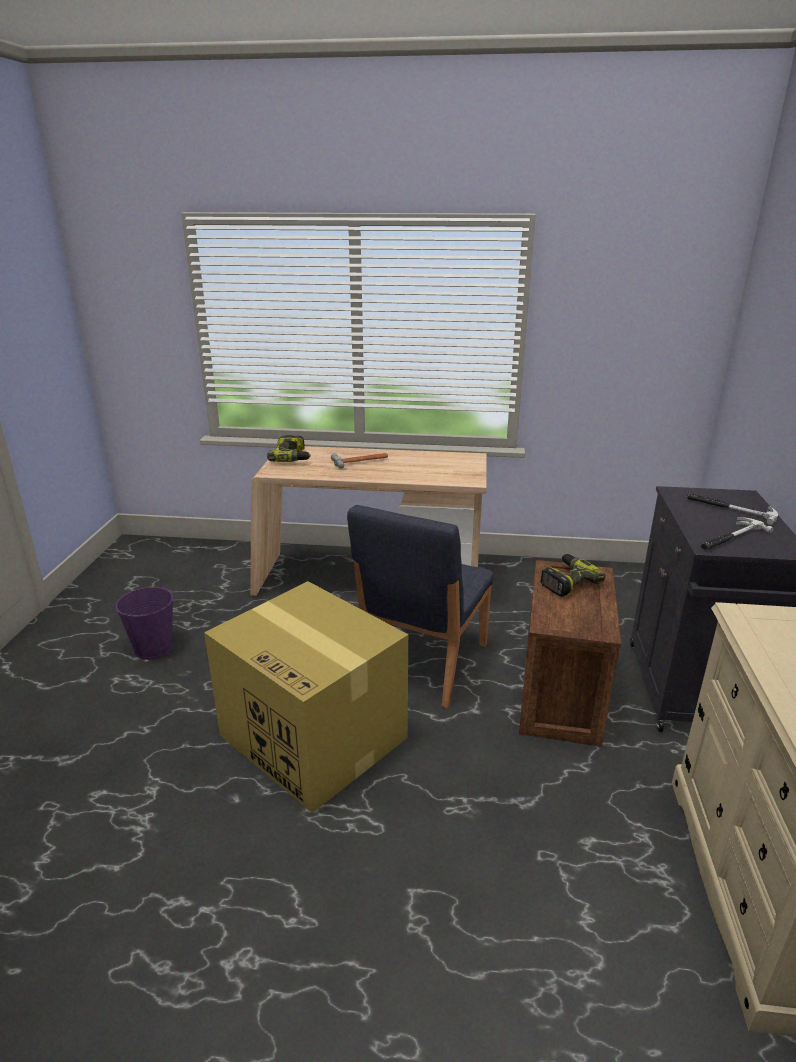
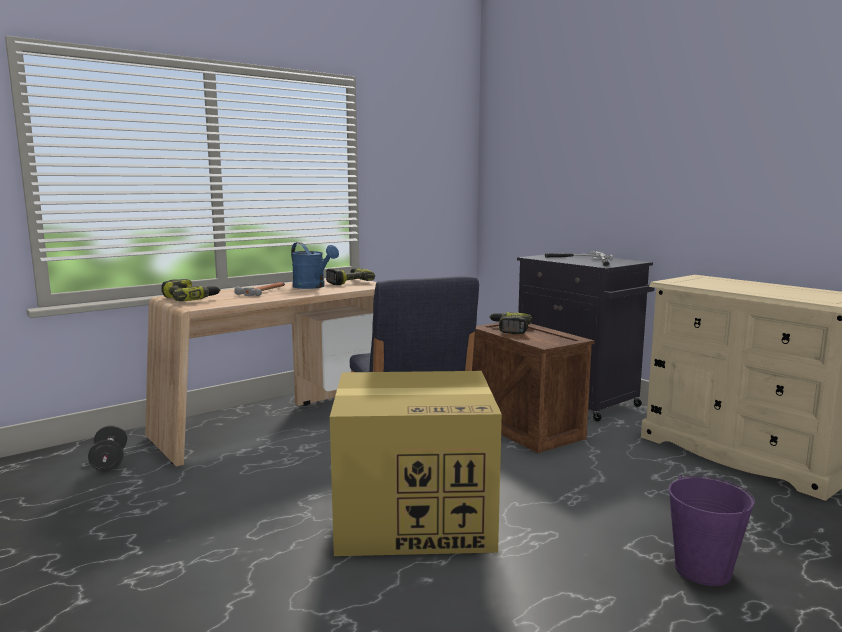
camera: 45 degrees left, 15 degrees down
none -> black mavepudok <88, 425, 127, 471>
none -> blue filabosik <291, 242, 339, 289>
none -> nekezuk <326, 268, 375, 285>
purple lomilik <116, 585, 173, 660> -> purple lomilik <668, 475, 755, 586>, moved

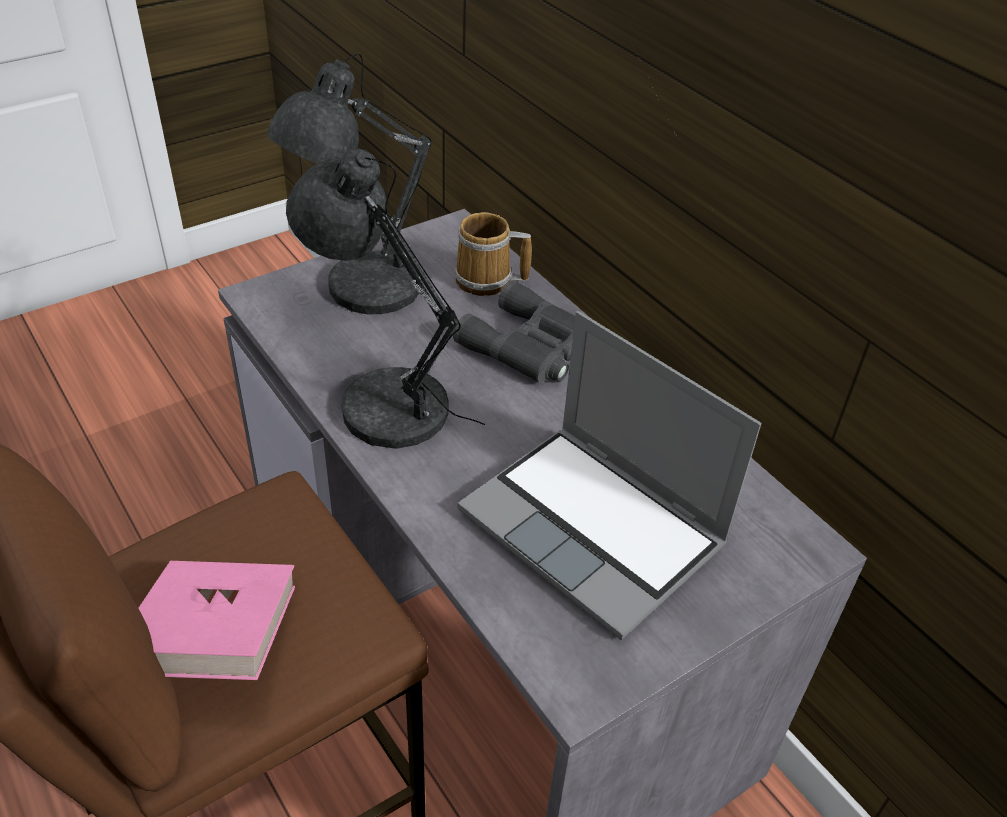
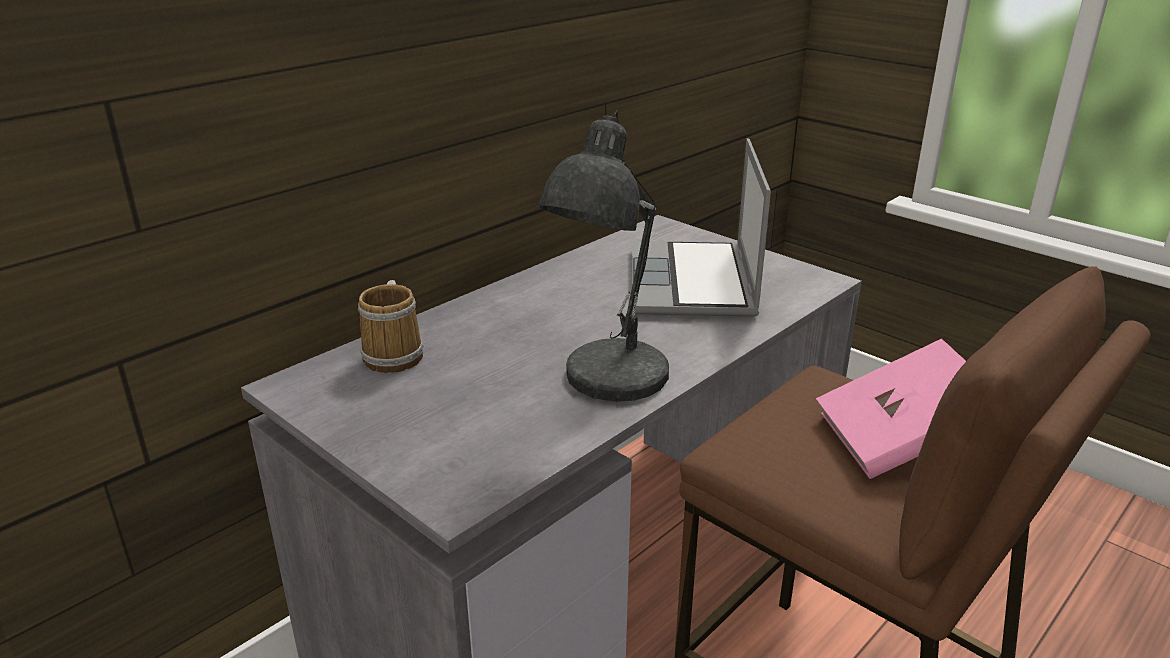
camera: 100 degrees left, 15 degrees down
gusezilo <457, 311, 762, 640> -> gusezilo <632, 138, 771, 317>, 150 degrees clockwise
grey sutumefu <267, 54, 432, 314> -> none
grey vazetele <453, 281, 575, 383> -> none

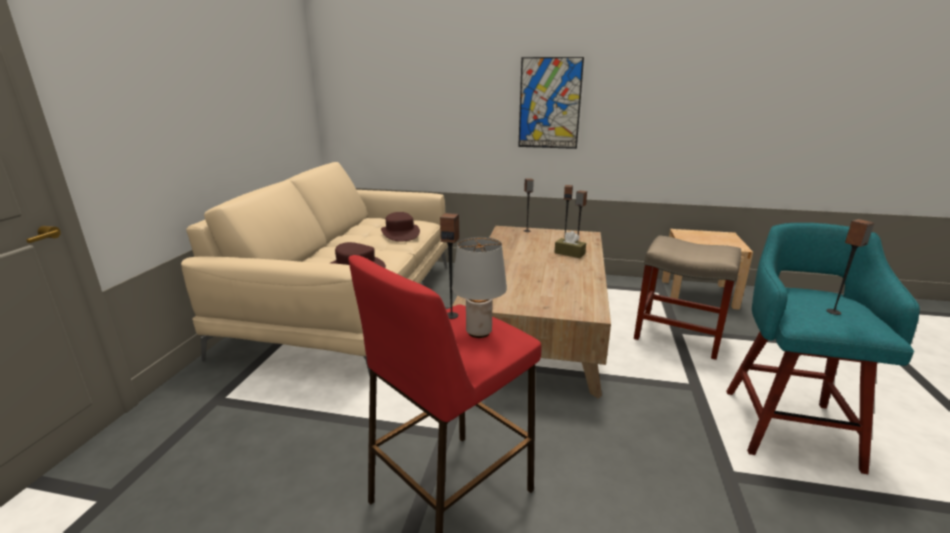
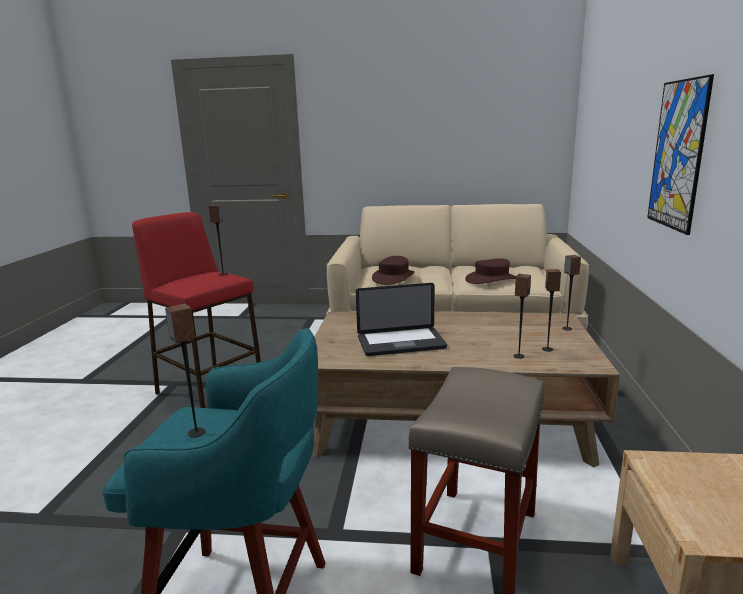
camera: 85 degrees right, 5 degrees down
none -> gusezilo <356, 283, 447, 356>
grey sutumefu <452, 237, 507, 338> -> none
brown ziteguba <554, 231, 586, 258> -> none

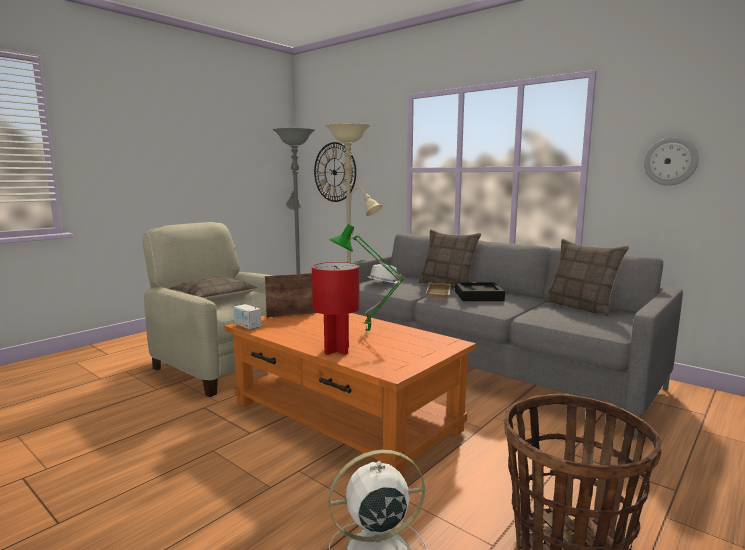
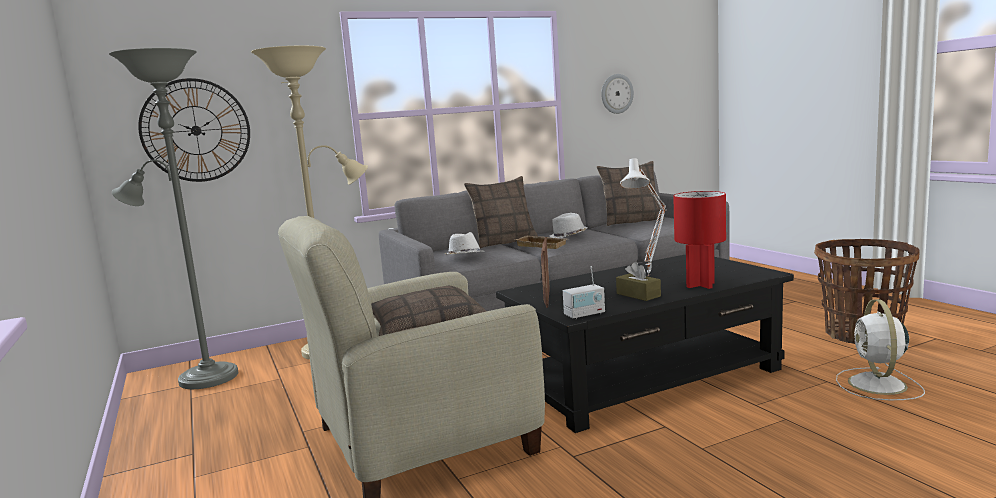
camera: 65 degrees left, 0 degrees up
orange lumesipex <224, 313, 476, 477> -> black lumesipex <496, 254, 794, 433>
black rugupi <455, 282, 505, 301> -> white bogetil <549, 213, 587, 238>
none -> brown ziteguba <616, 262, 661, 301>
green sutumefu <329, 224, 405, 334> -> white sutumefu <620, 158, 667, 276>

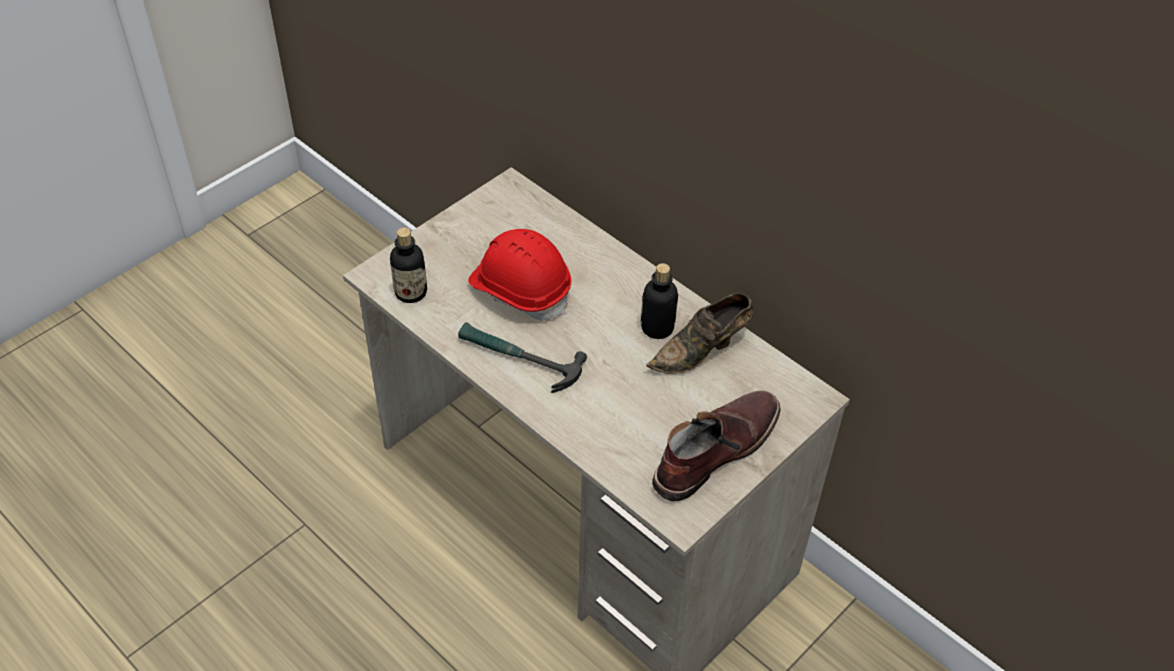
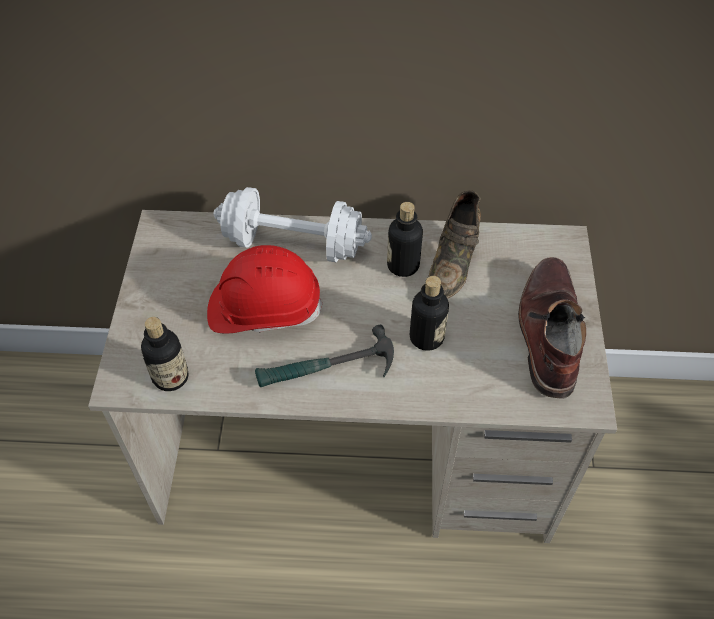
camera: 40 degrees left, 5 degrees up
none -> white mavepudok <213, 187, 372, 262>
none -> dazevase <410, 276, 449, 351>

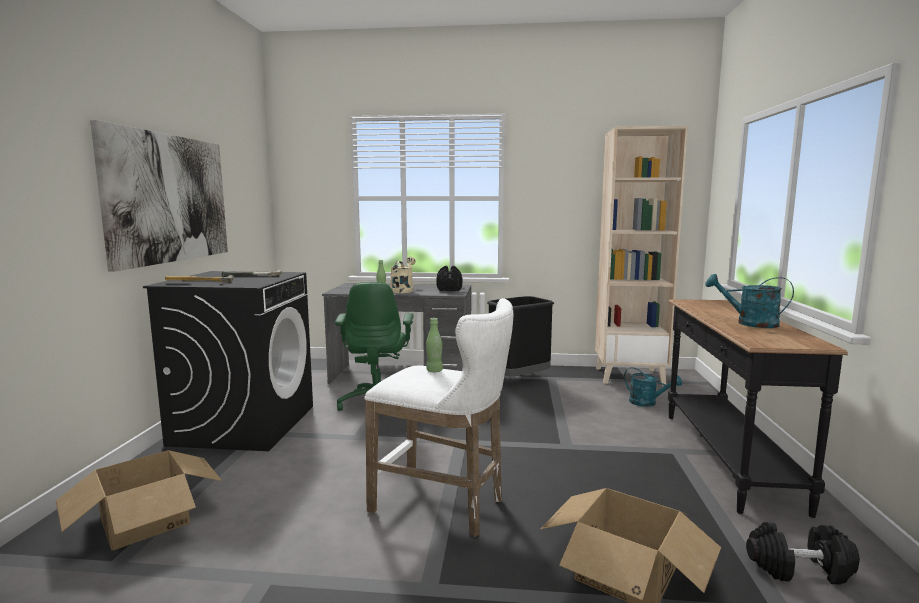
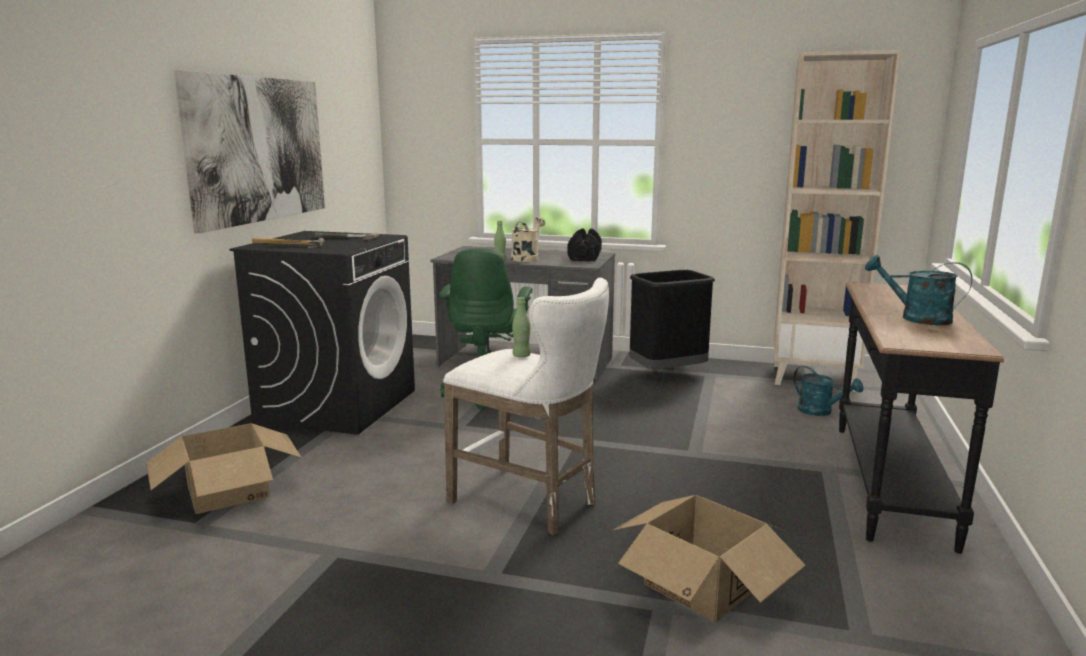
camera: 10 degrees right, 5 degrees up
black mavepudok <746, 522, 860, 585> -> none

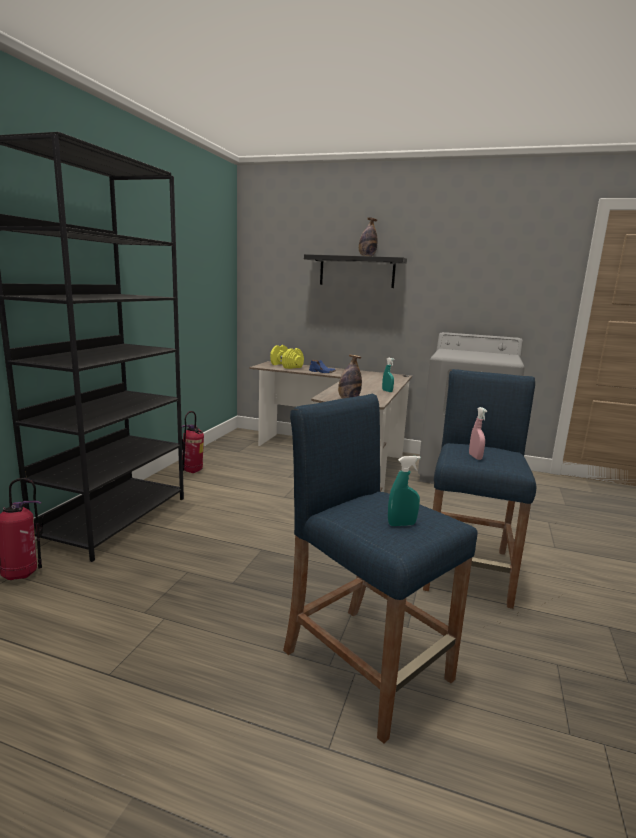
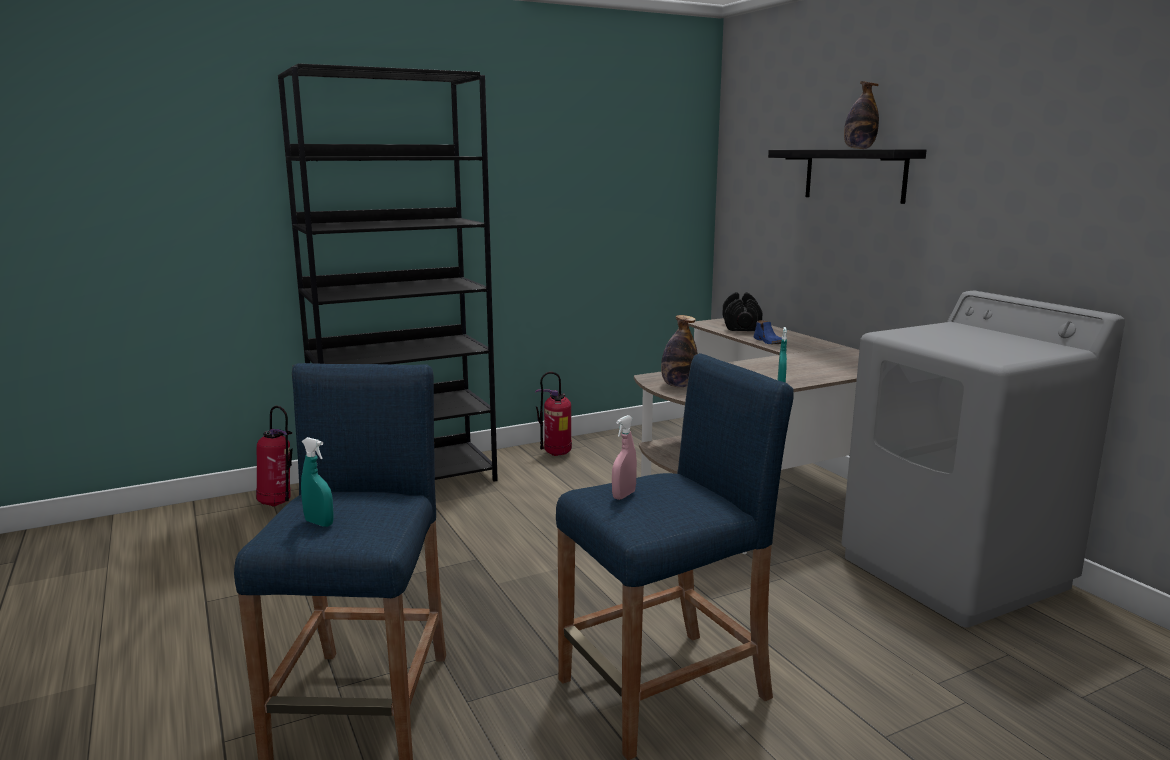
camera: 45 degrees right, 0 degrees up
yellow mavepudok <270, 345, 304, 369> -> black mavepudok <722, 292, 763, 331>

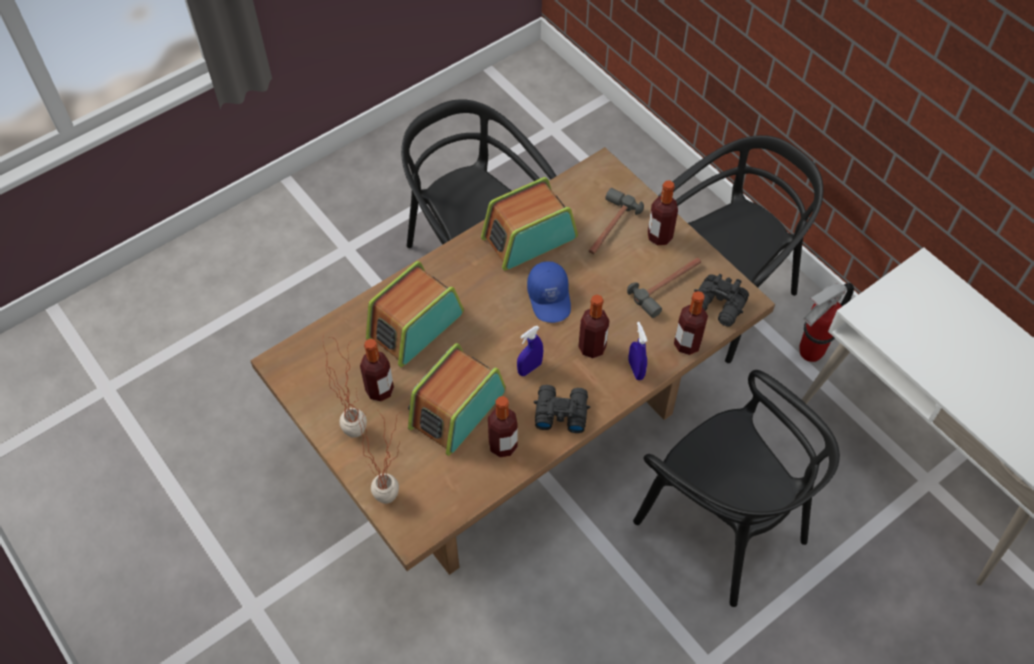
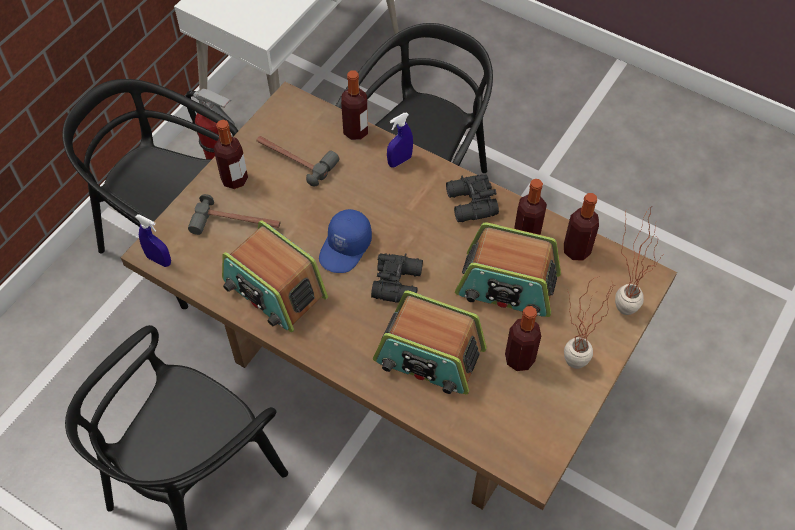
camera: 110 degrees left, 0 degrees up
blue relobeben <517, 326, 543, 376> -> blue relobeben <136, 214, 171, 267>, moved
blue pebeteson <527, 261, 571, 323> -> blue pebeteson <319, 209, 372, 273>, 150 degrees clockwise
black vazetele <690, 274, 749, 327> -> black vazetele <371, 253, 423, 303>, moved
dazevase <578, 295, 610, 358> -> dazevase <564, 193, 599, 261>, moved

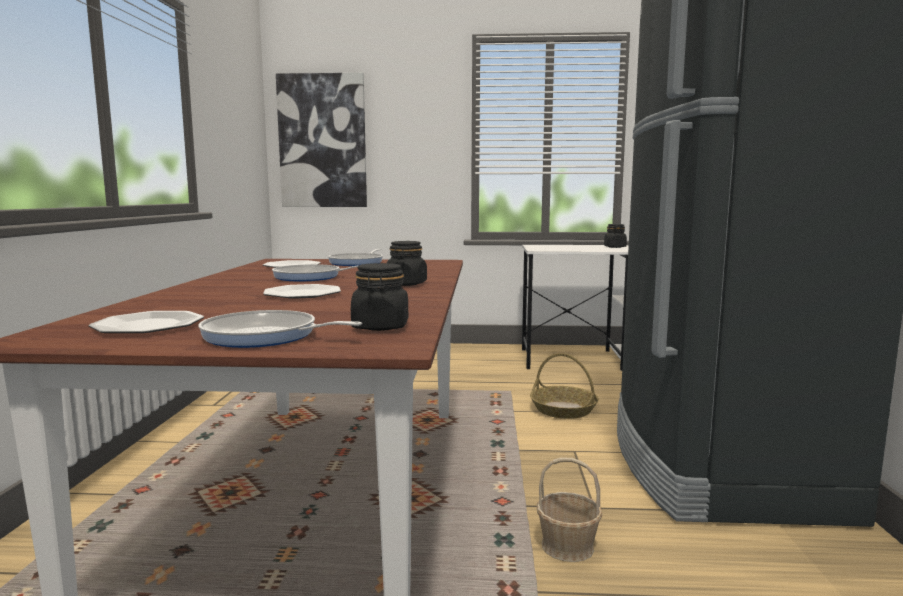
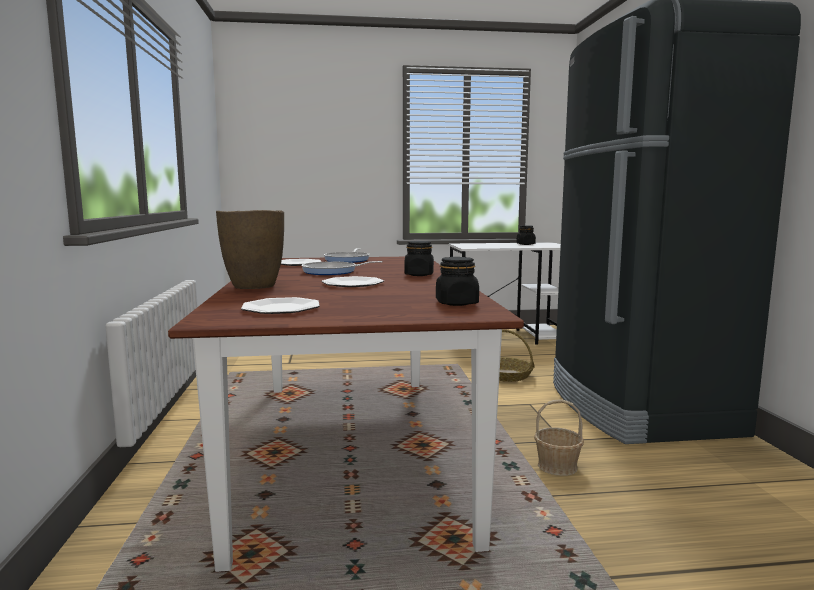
camera: 10 degrees left, 0 degrees up
none -> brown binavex <216, 210, 284, 289>
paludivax <199, 310, 362, 348> -> none
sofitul <276, 73, 367, 207> -> none

